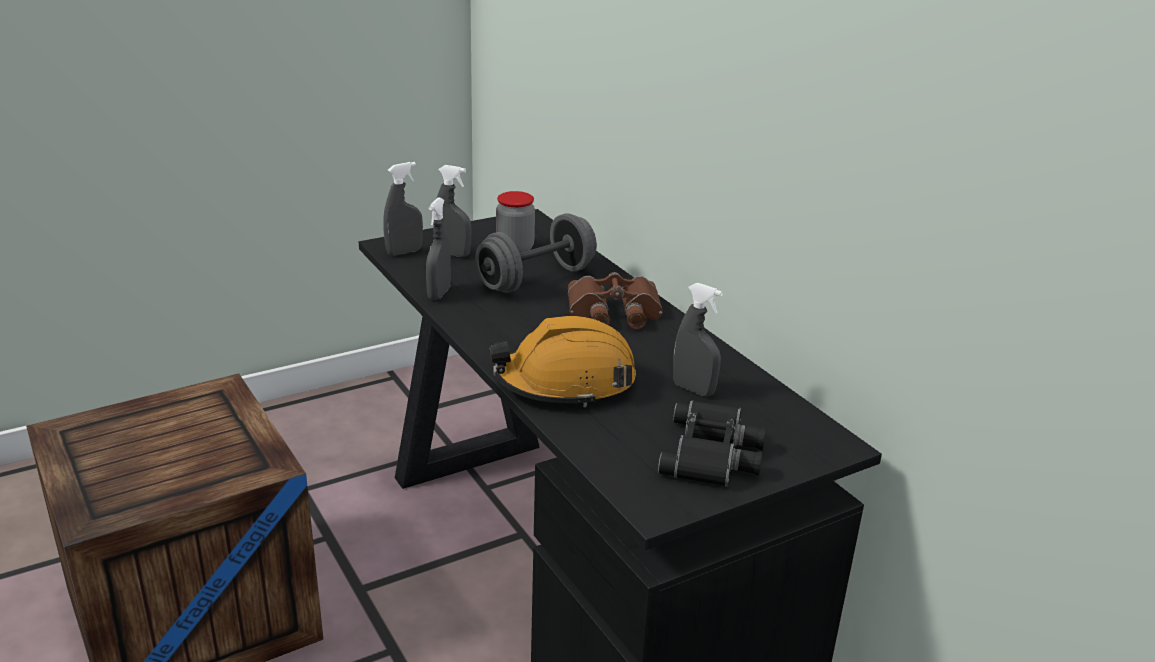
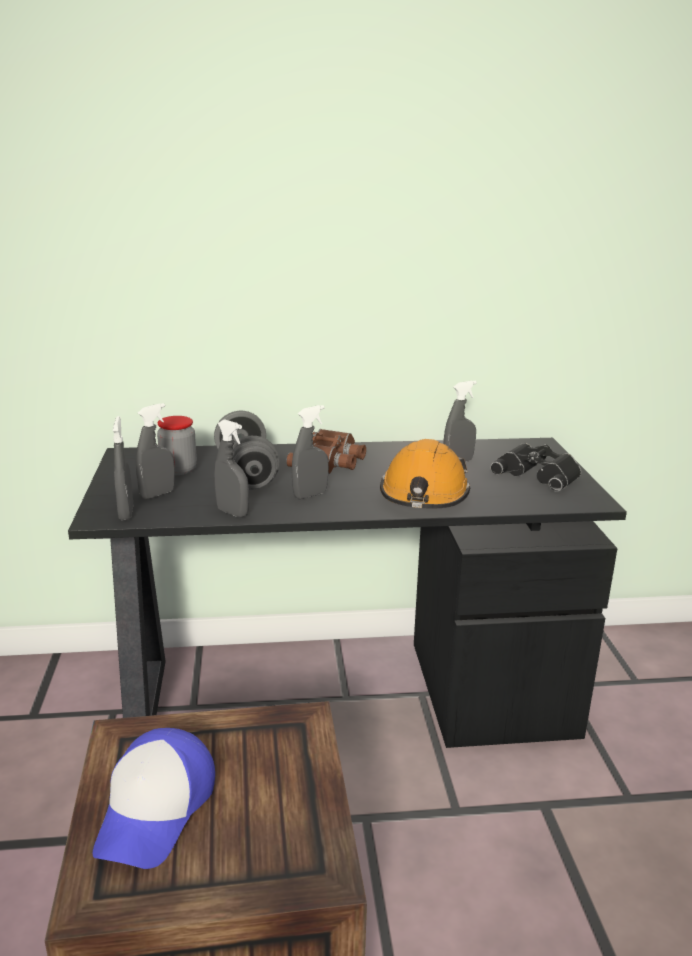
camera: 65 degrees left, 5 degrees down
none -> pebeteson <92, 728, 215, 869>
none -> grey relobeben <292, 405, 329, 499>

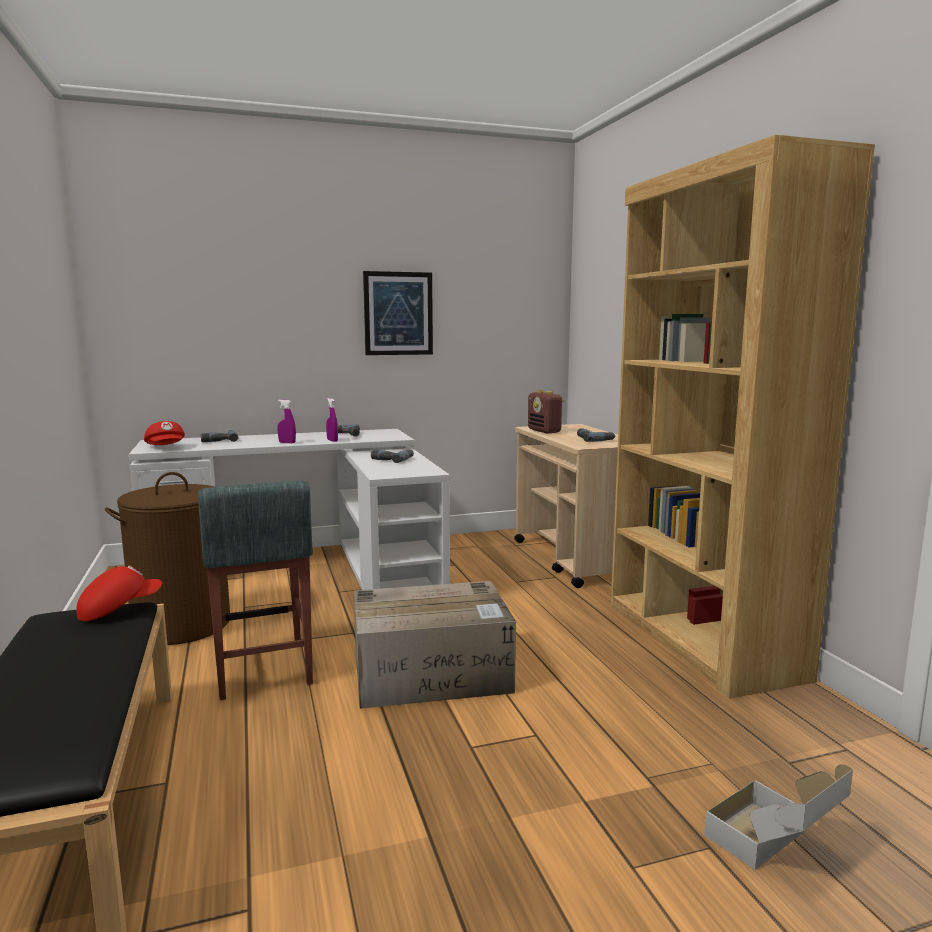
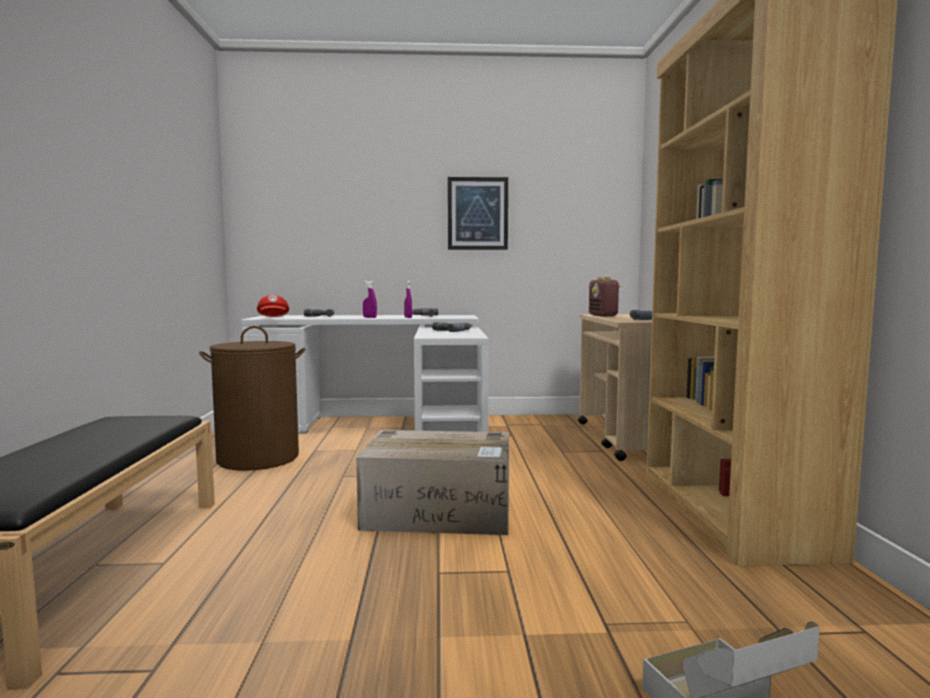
camera: 15 degrees right, 5 degrees down
red pebeteson <76, 566, 162, 621> -> none
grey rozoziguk <198, 481, 313, 700> -> none

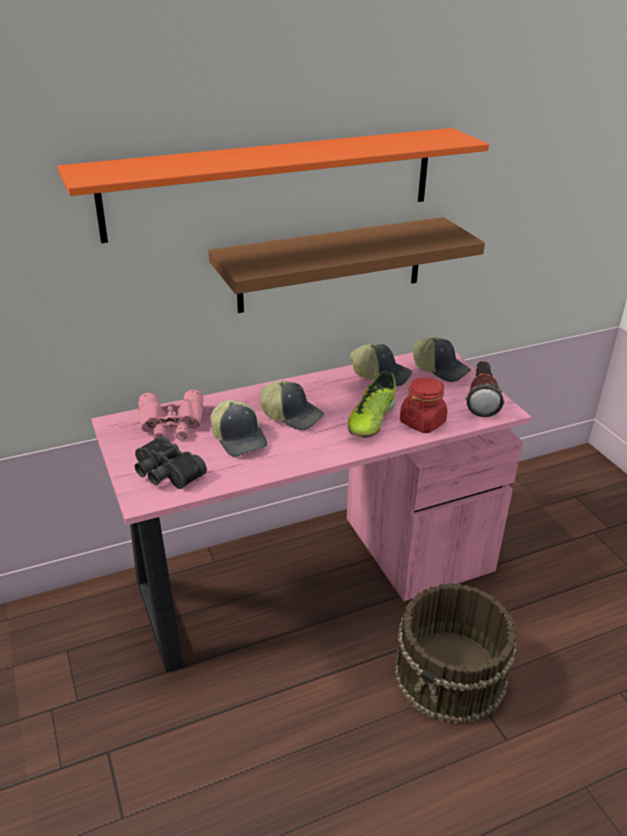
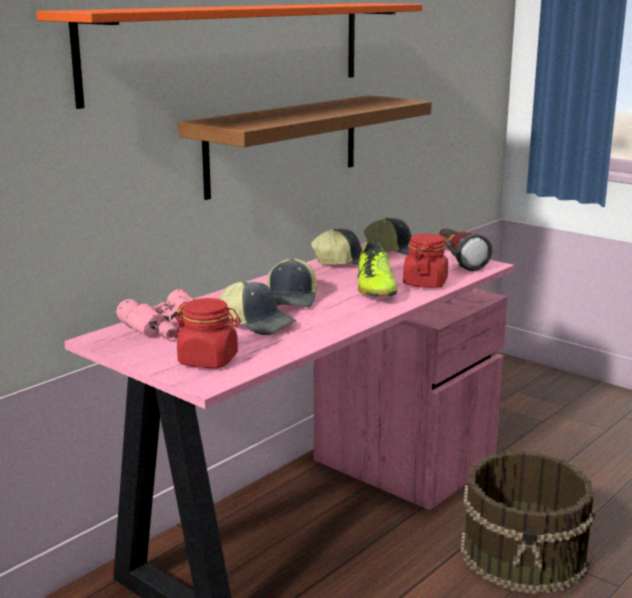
camera: 25 degrees left, 15 degrees down
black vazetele <135, 436, 207, 489> -> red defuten <175, 298, 241, 368>
pebeteson <259, 381, 324, 430> -> pebeteson <267, 258, 317, 307>, 90 degrees clockwise

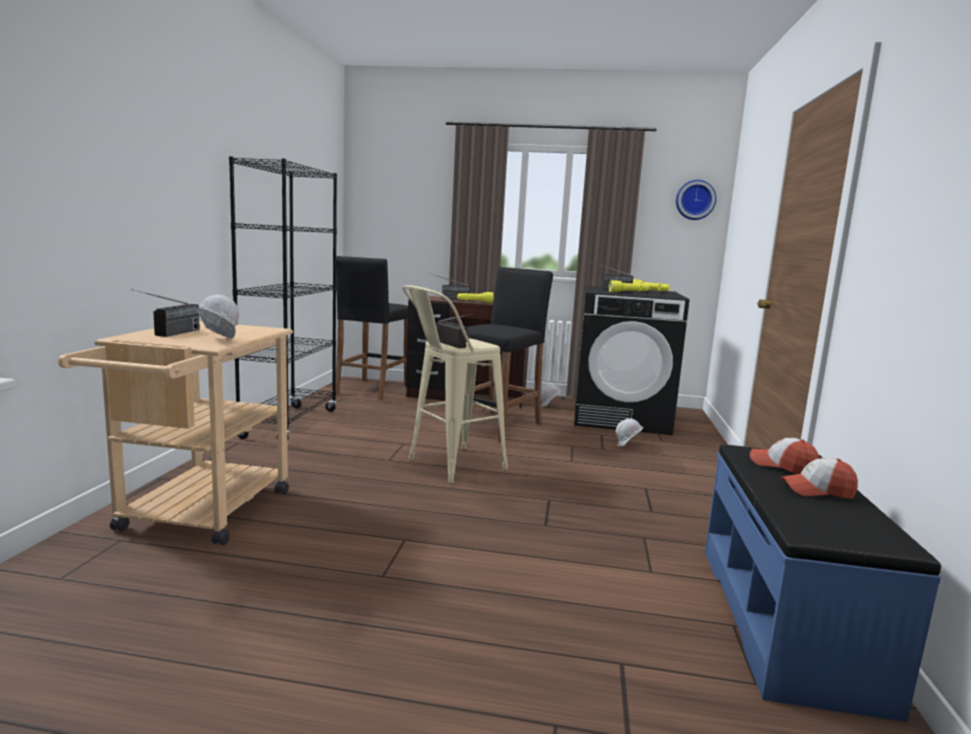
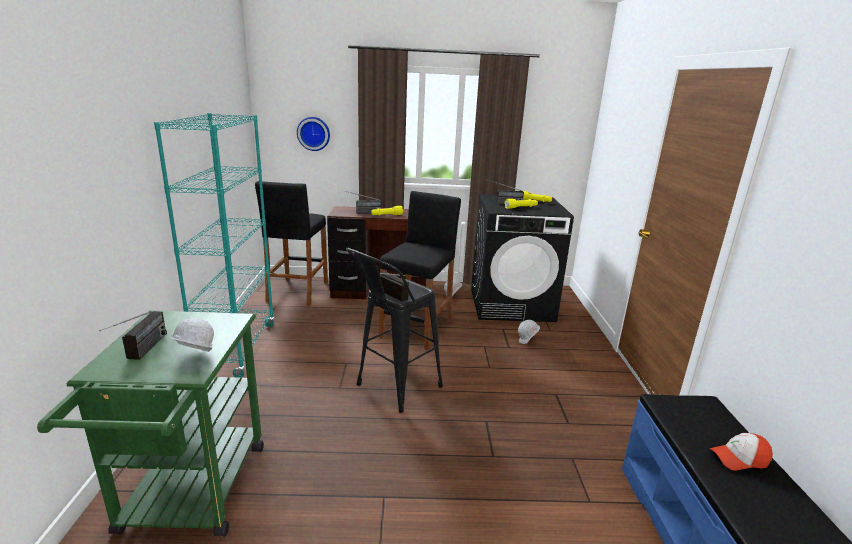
camera: 10 degrees left, 10 degrees up
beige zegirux <58, 321, 293, 545> -> green zegirux <37, 310, 264, 537>
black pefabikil <229, 156, 337, 441> -> turquoise pefabikil <154, 113, 275, 377>
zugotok <676, 180, 716, 220> -> zugotok <297, 117, 330, 151>, moved
beige rozoziguk <402, 285, 508, 483> -> black rozoziguk <346, 248, 443, 413>
pebeteson <750, 438, 819, 474> -> none

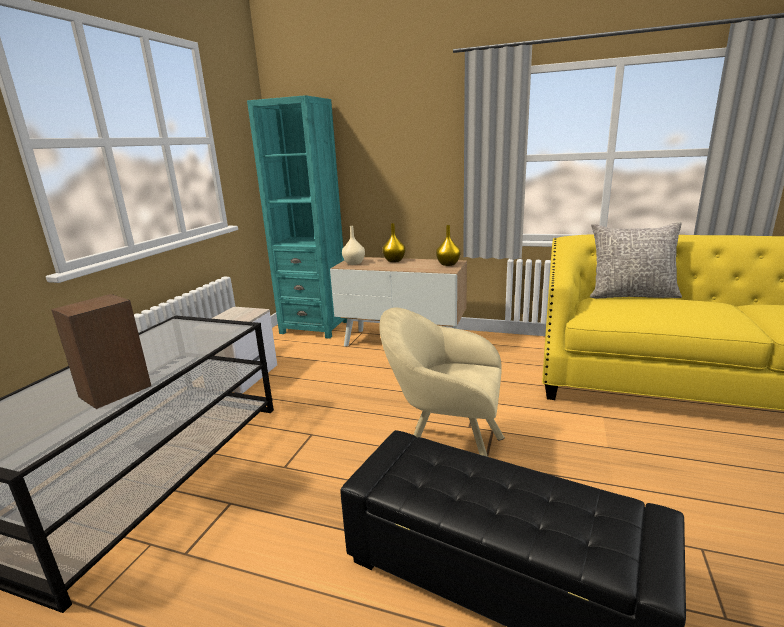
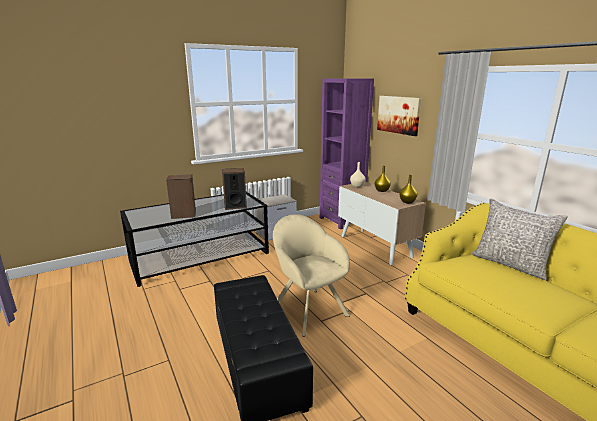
camera: 40 degrees right, 0 degrees up
none -> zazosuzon <222, 168, 247, 210>
turquoise pefabikil <247, 95, 347, 339> -> purple pefabikil <320, 78, 374, 229>
none -> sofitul <377, 96, 421, 136>

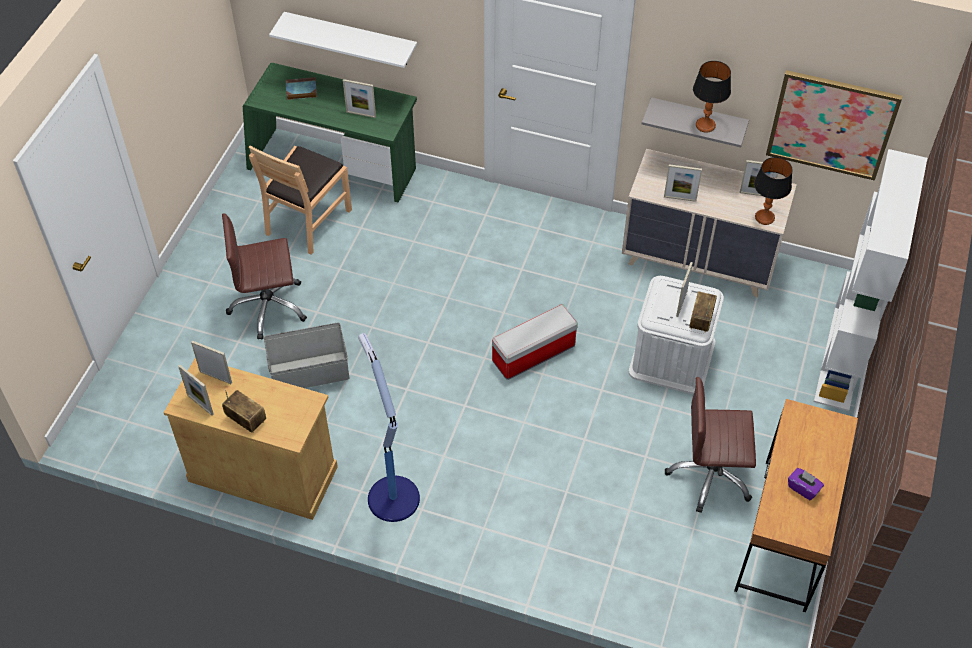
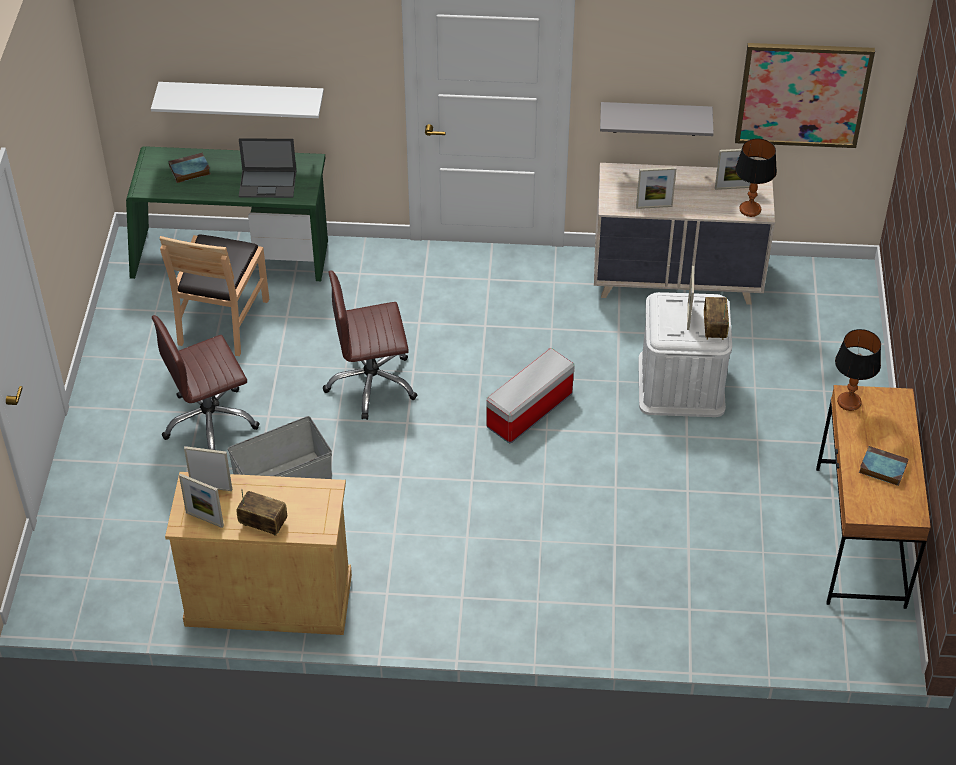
camera: 15 degrees left, 5 degrees down
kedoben <343, 79, 376, 118> -> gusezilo <239, 138, 296, 198>
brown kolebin <665, 377, 756, 513> -> brown kolebin <323, 271, 417, 420>, moved
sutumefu <693, 61, 731, 133> -> sutumefu <835, 329, 881, 411>, moved
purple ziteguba <788, 468, 824, 500> -> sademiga <859, 446, 908, 486>
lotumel <358, 333, 420, 522> -> none
white pefabikil <814, 149, 927, 411> -> none

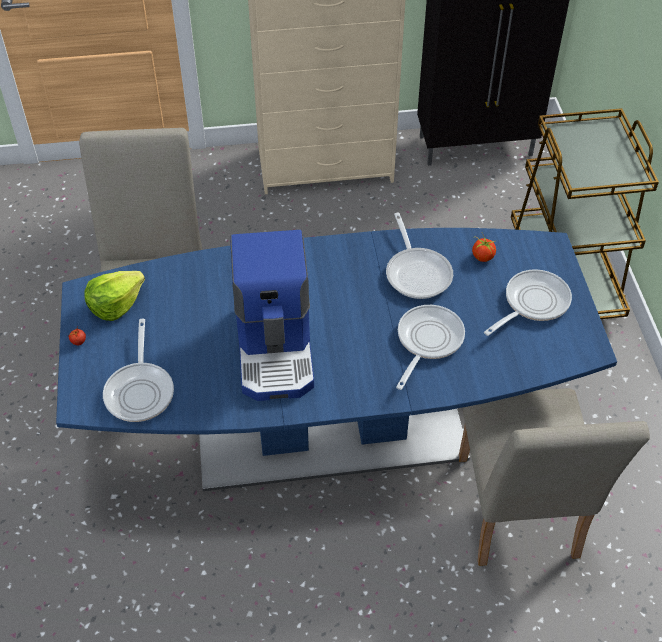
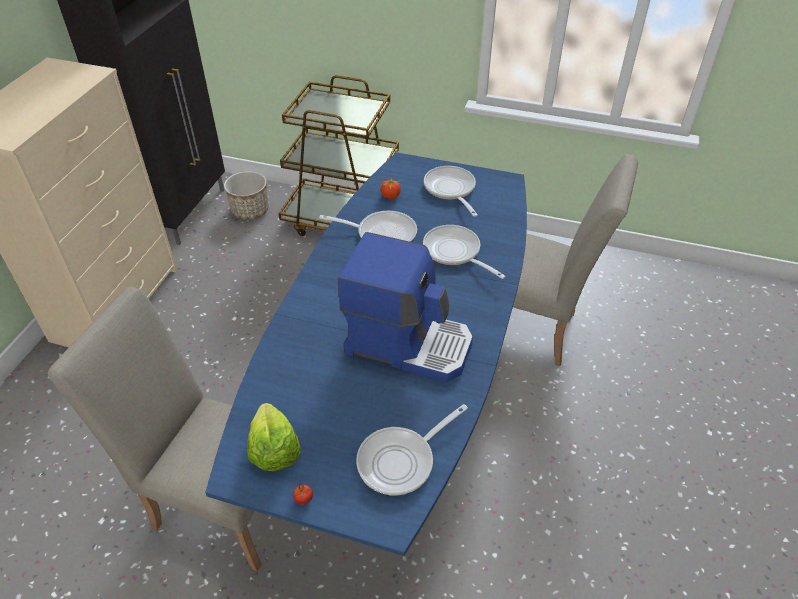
camera: 65 degrees left, 5 degrees down
none -> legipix <224, 171, 269, 220>
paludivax <103, 319, 174, 422> -> paludivax <356, 404, 468, 495>, 120 degrees clockwise

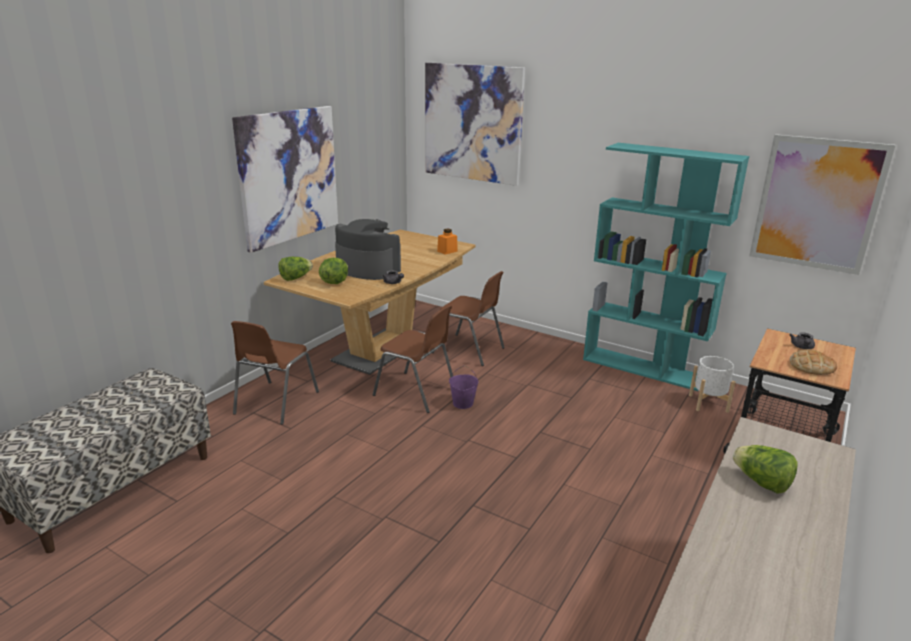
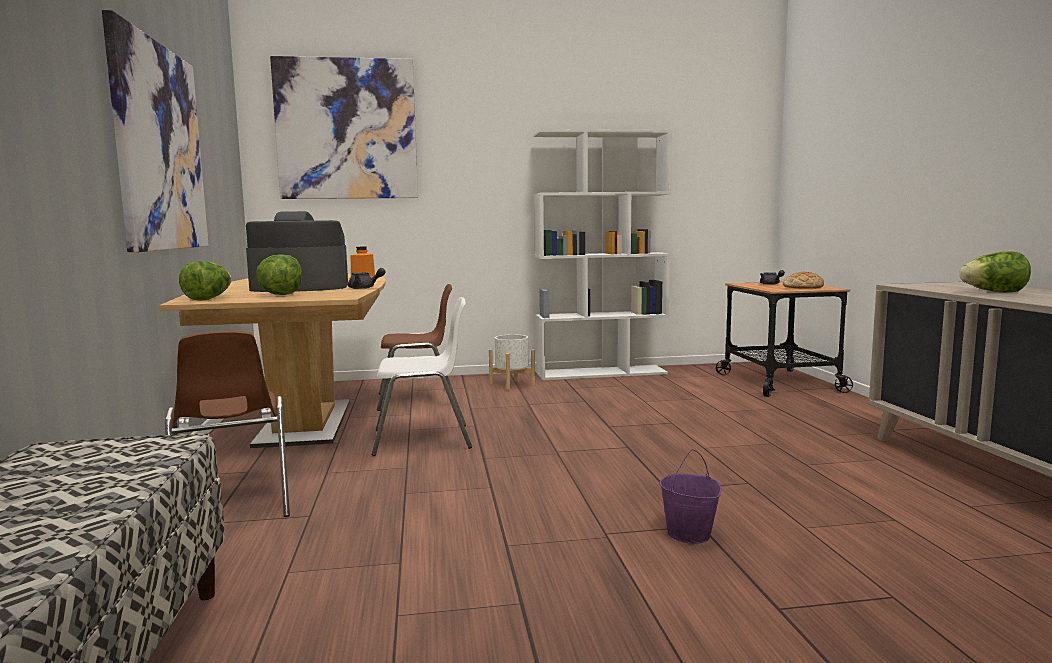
camera: 40 degrees left, 15 degrees down
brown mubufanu <373, 305, 453, 413> -> white mubufanu <371, 297, 472, 456>
white legipix <689, 356, 736, 413> -> white legipix <489, 334, 535, 390>, moved
turquoise pefabikil <583, 143, 749, 391> -> white pefabikil <533, 129, 672, 380>
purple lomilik <449, 366, 479, 409> -> purple lomilik <659, 449, 722, 544>, moved
sofitul <749, 134, 896, 275> -> none

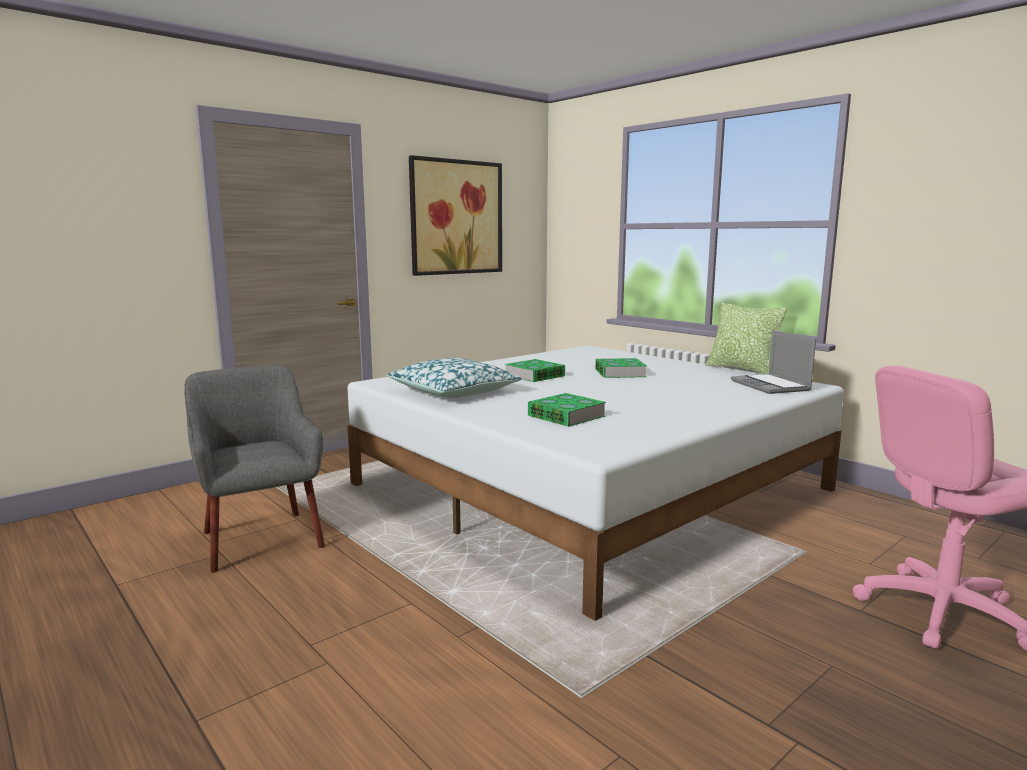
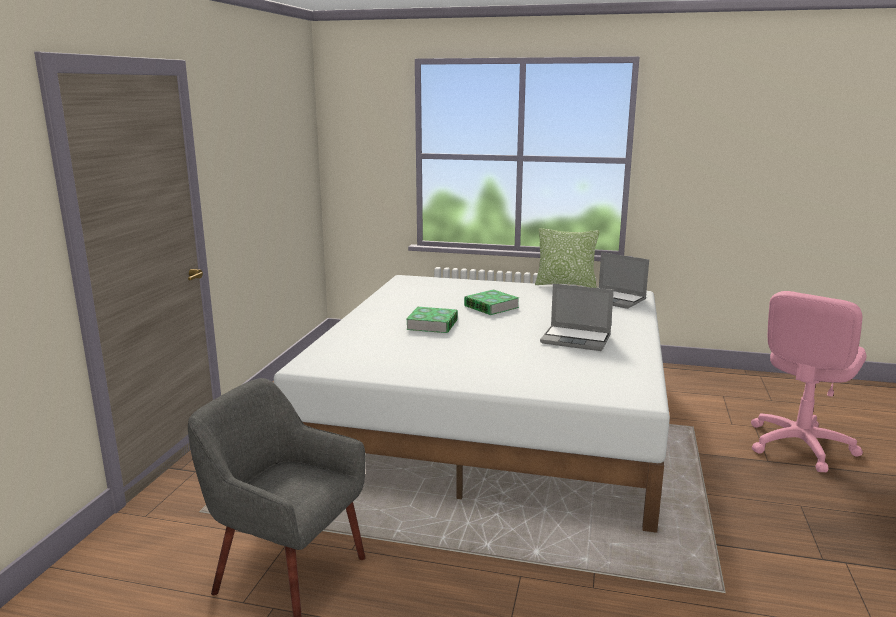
camera: 35 degrees left, 5 degrees up
none -> gusezilo <540, 284, 614, 351>
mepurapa <386, 358, 522, 398> -> none
sofitul <409, 155, 502, 276> -> none
sademiga <528, 393, 606, 427> -> none

